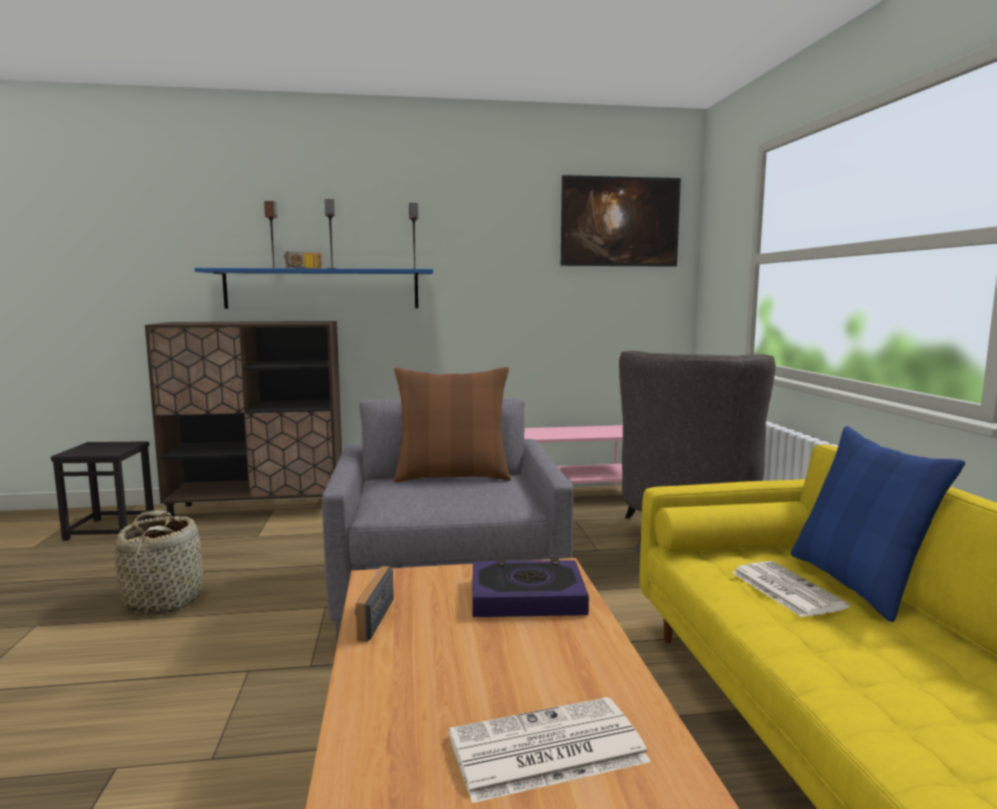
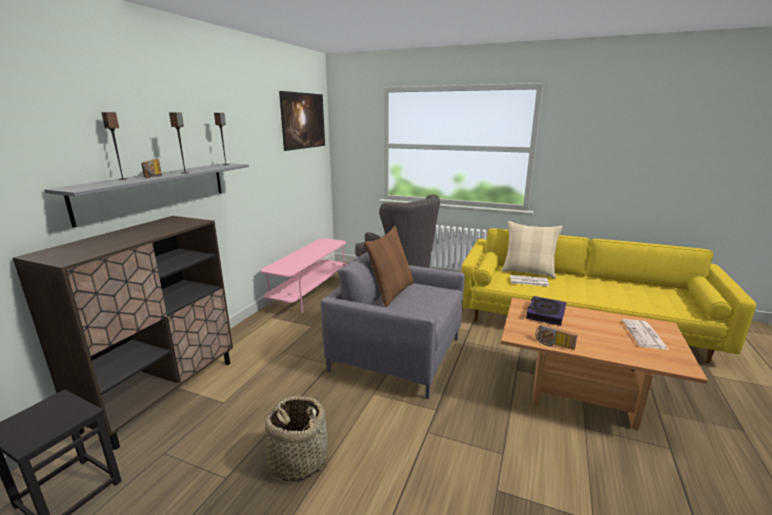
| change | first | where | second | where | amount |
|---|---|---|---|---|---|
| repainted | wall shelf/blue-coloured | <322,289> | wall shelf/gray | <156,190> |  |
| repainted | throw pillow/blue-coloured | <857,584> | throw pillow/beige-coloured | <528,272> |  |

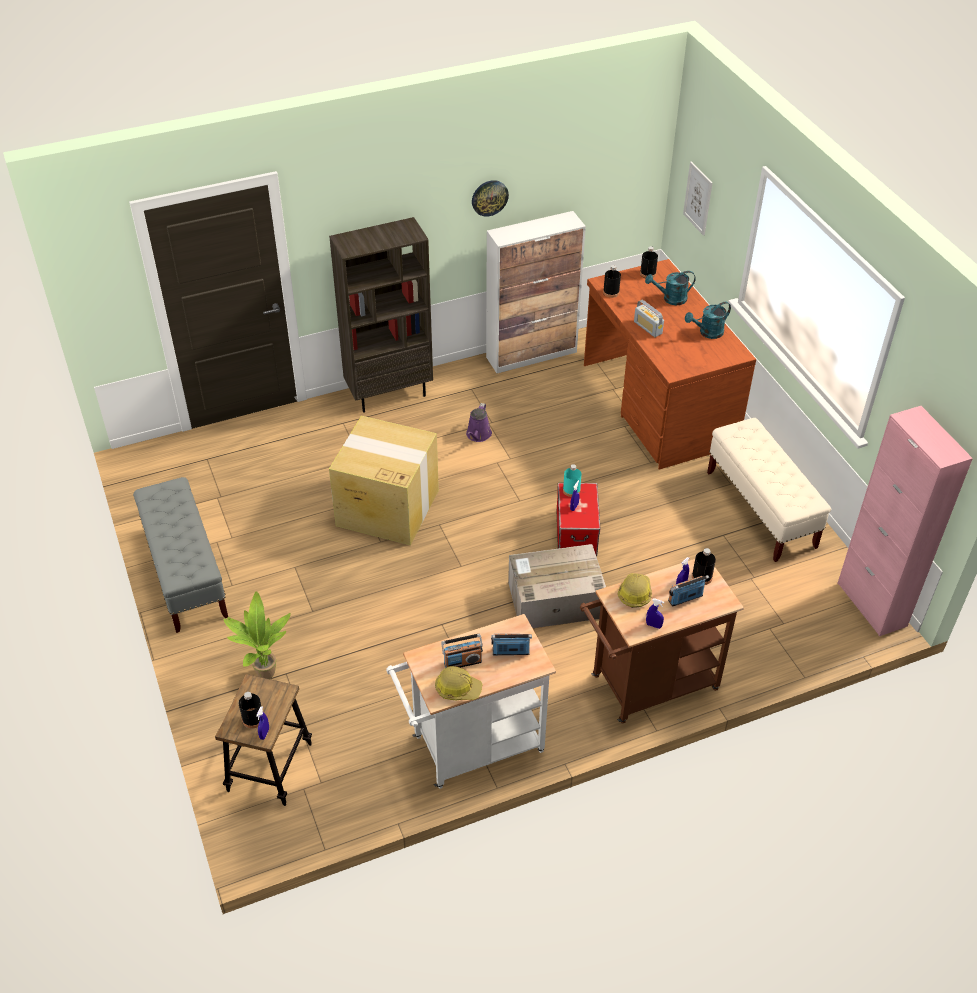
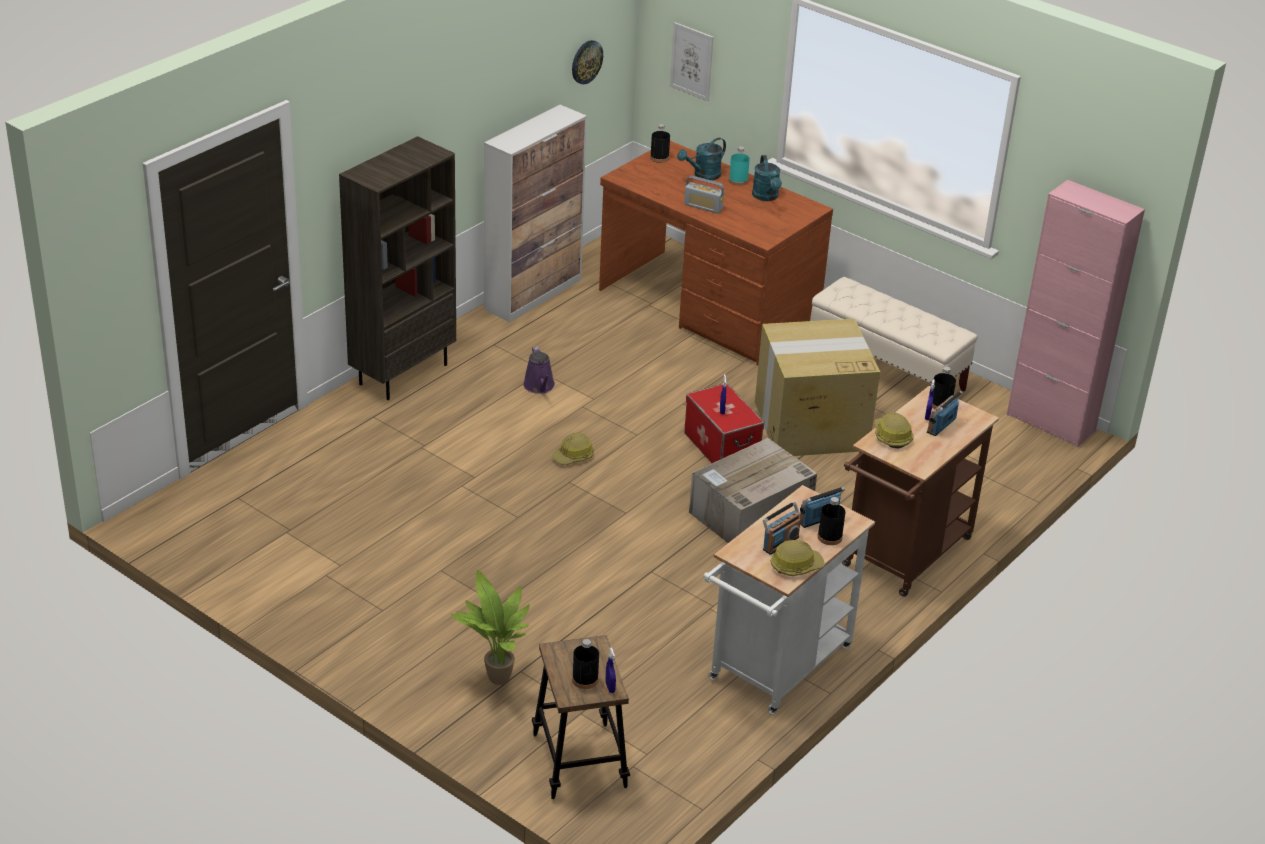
| change | first | where | second | where | amount |
|---|---|---|---|---|---|
| new |  |  | work helmet | <573,456> |  |
| shifted | hanging clock | <489,197> |  | <586,61> |  |
| shifted | drink bottle/turquoise | <571,490> |  | <738,181> |  |
| rotated | sprinkling can/turquoise | <707,333> |  | <766,197> | 45 degrees counterclockwise |
| shifted | packing box | <386,507> |  | <809,426> |  |
| shifted | drink bottle/blackish | <611,292> |  | <829,537> |  |
| gone | indoor bench/gray | <186,574> |  |  |  |
| gone | spray bottle/blue-coloured | <653,625> |  |  |  |

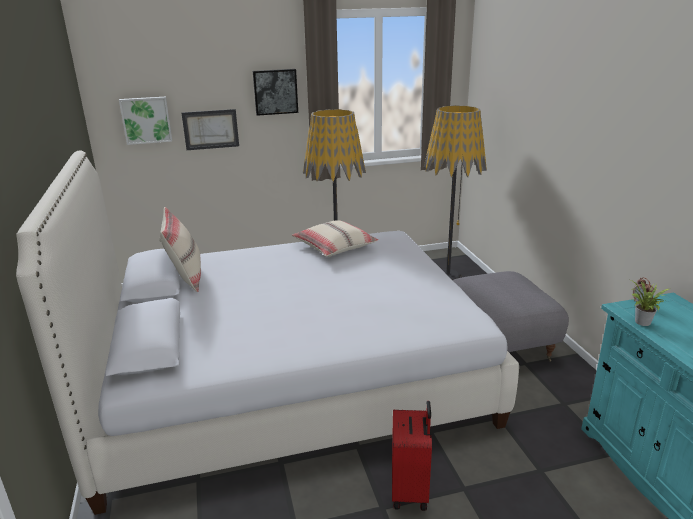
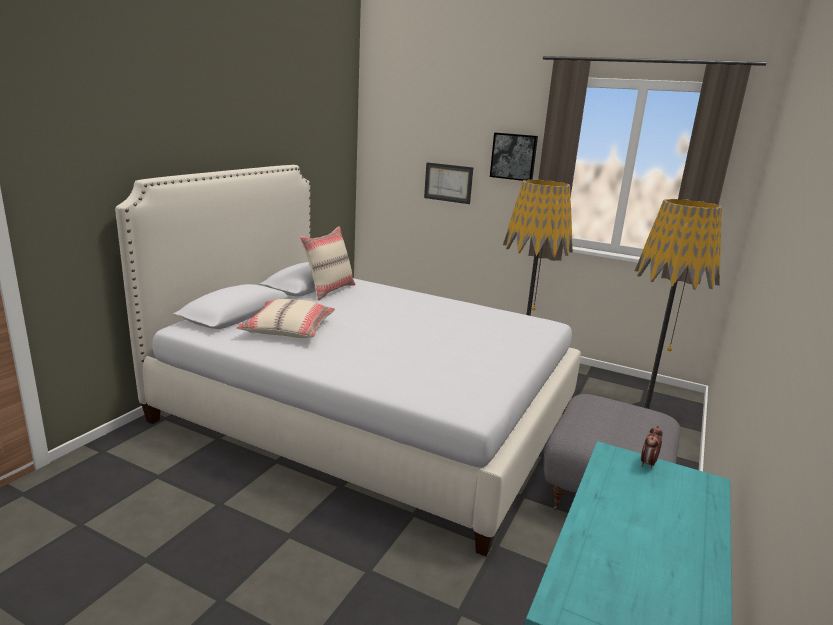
| change | first | where | second | where | amount |
|---|---|---|---|---|---|
| shifted | throw pillow/beige-coloured | <334,247> |  | <288,329> |  |
| gone | wall art | <146,120> |  |  |  |
| gone | suitcase/red | <411,491> |  |  |  |
| gone | houseplant | <642,323> |  |  |  |

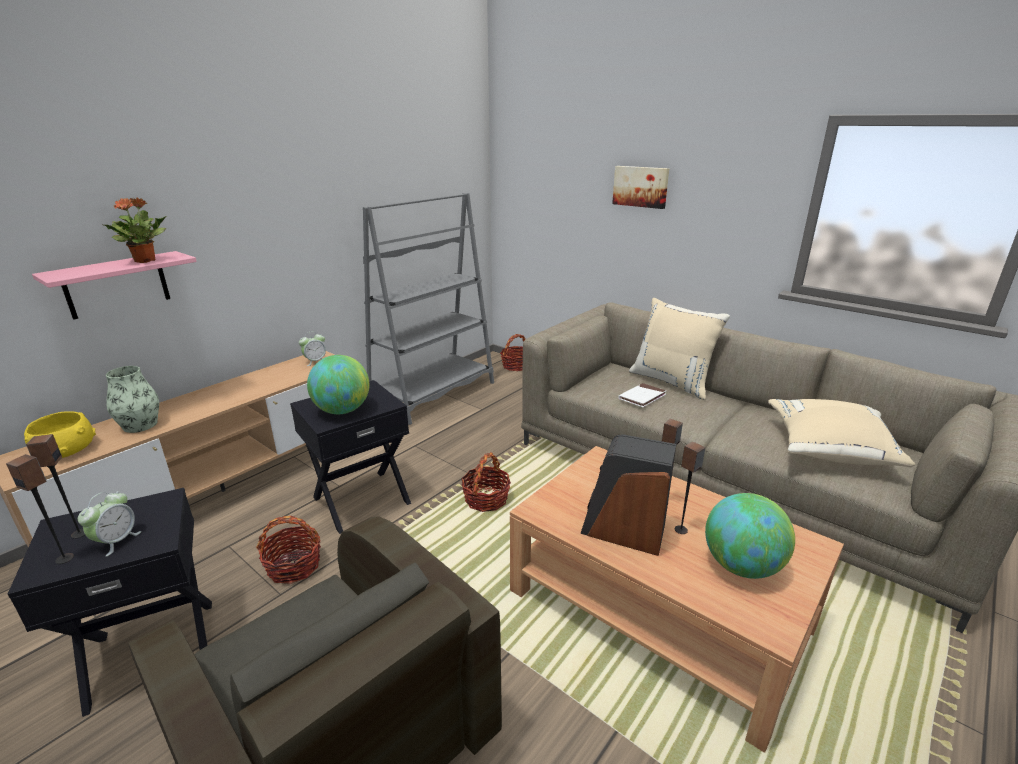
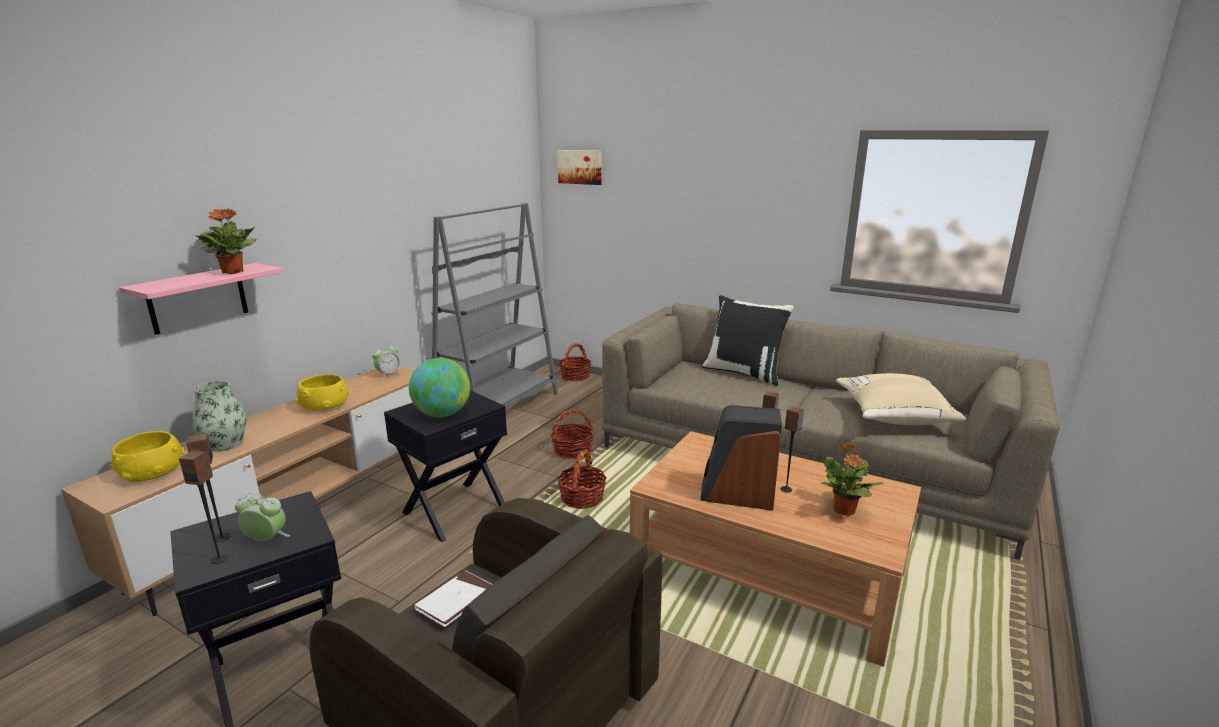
| change | first | where | second | where | amount |
|---|---|---|---|---|---|
| rotated | alarm clock | <116,541> |  | <266,540> | 90 degrees counterclockwise |
| new |  |  | serving bowl/yellow | <324,406> |  |
| shifted | book/whitish | <642,397> |  | <455,601> |  |
| shifted | storage basket | <294,566> |  | <573,450> |  |
| shifted | wall art | <641,186> |  | <580,167> |  |
| repainted | throw pillow/beige-coloured | <672,382> | throw pillow/blackish | <744,373> |  |
| swapped | world globe | <741,566> | houseplant | <844,511> |  |

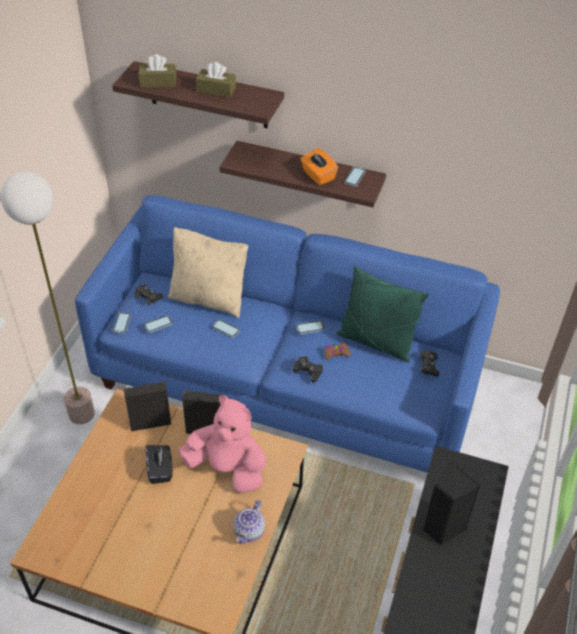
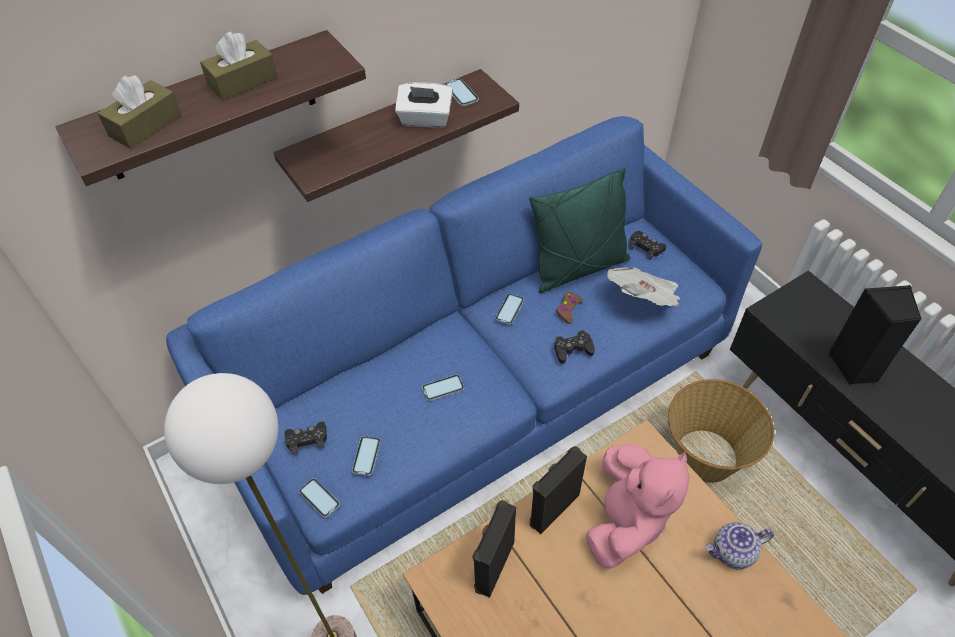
| change | first | where | second | where | amount |
|---|---|---|---|---|---|
| repainted | box of tissues/orangey | <318,175> | box of tissues/whitish | <425,119> |  |
| rotated | soft toy/pink-coloured | <227,468> |  | <626,521> | 135 degrees clockwise |
| new |  |  | newspaper | <644,299> |  |
| new |  |  | storage basket | <705,457> |  |
| rotated | tea pot | <249,531> |  | <733,552> | 105 degrees clockwise |
| gone | box of tissues/blackish | <160,470> |  |  |  |
| gone | throw pillow/beige-coloured | <209,298> |  |  |  |

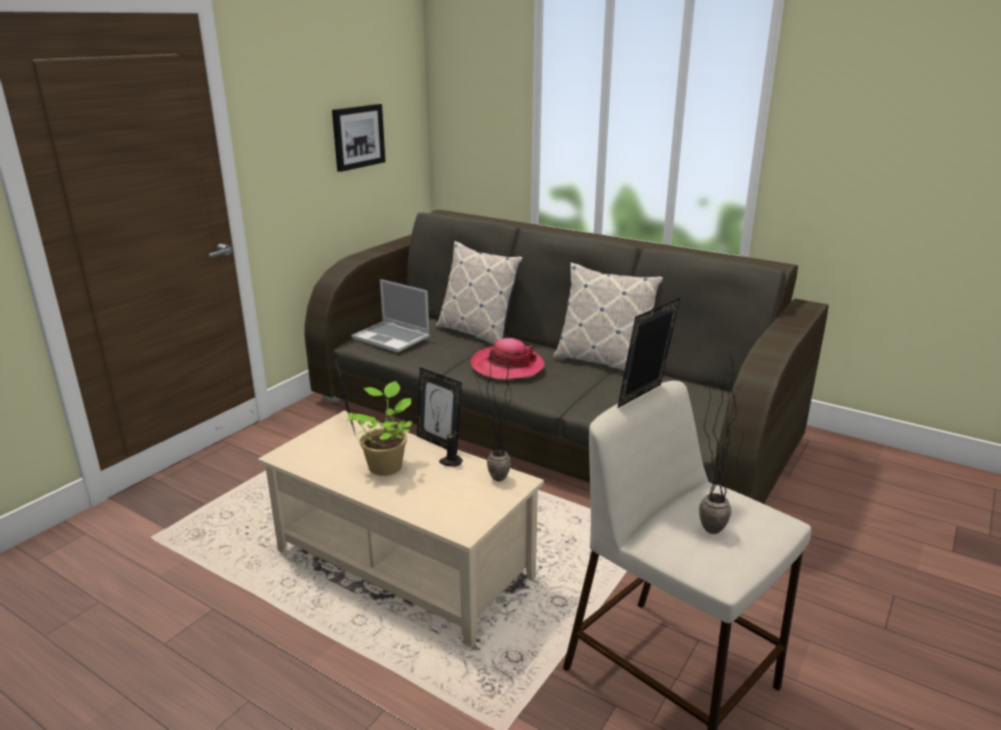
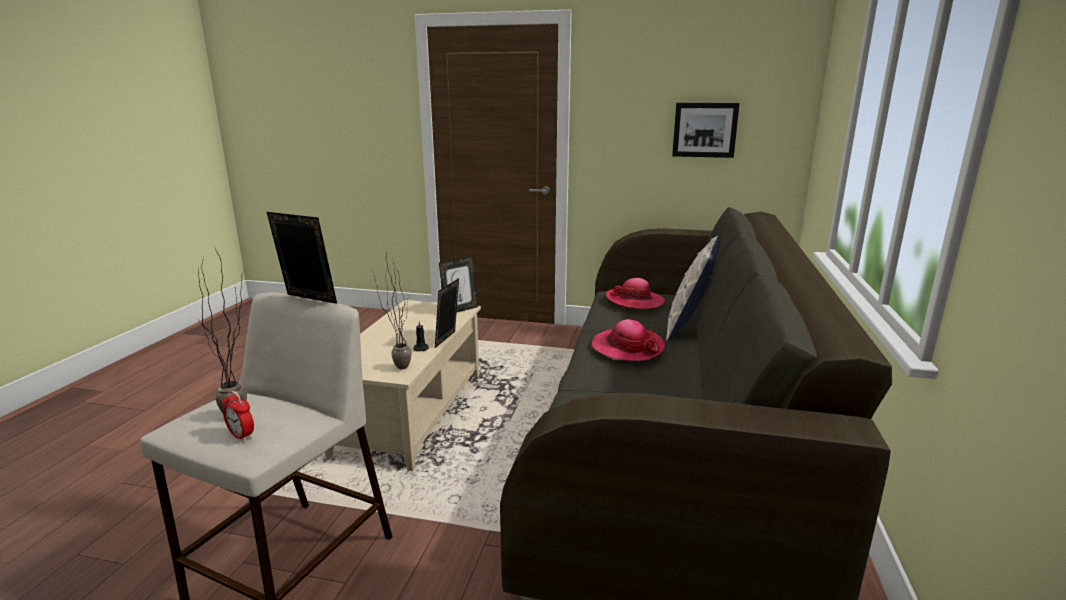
| change | first | where | second | where | amount |
|---|---|---|---|---|---|
| new |  |  | alarm clock | <241,436> |  |
| swapped | laptop | <392,338> | wearable hat | <634,301> |  |
| gone | houseplant | <386,465> |  |  |  |
| gone | throw pillow | <603,362> |  |  |  |

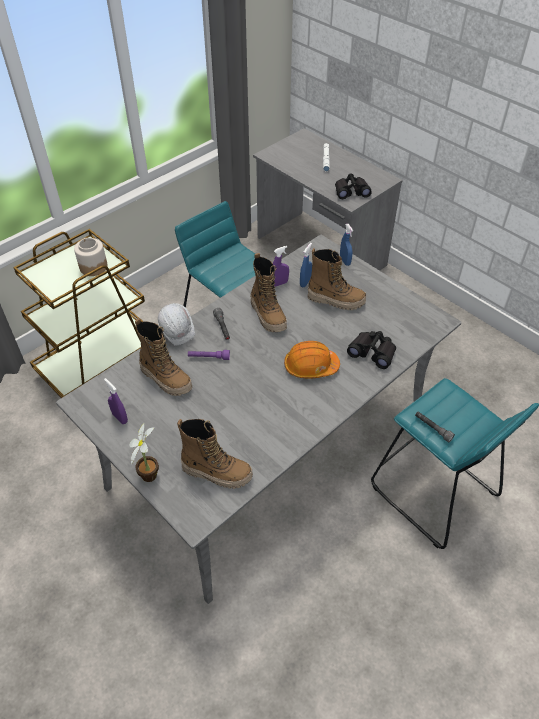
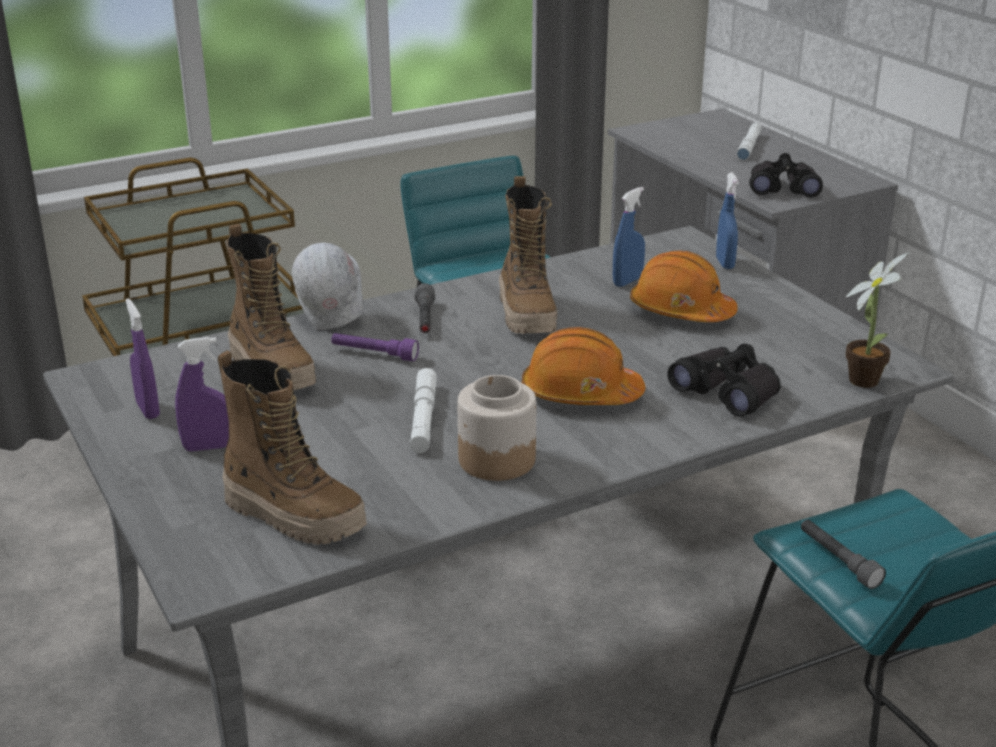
| change | first | where | second | where | amount |
|---|---|---|---|---|---|
| shifted | spray bottle/purplish | <279,283> |  | <208,447> |  |
| new |  |  | flashlight/whitish | <423,418> |  |
| shifted | jar | <93,267> |  | <496,459> |  |
| swapped | high-top boot | <336,300> | work helmet/orangey | <681,311> |  |
| shifted | houseplant | <150,473> |  | <865,378> |  |

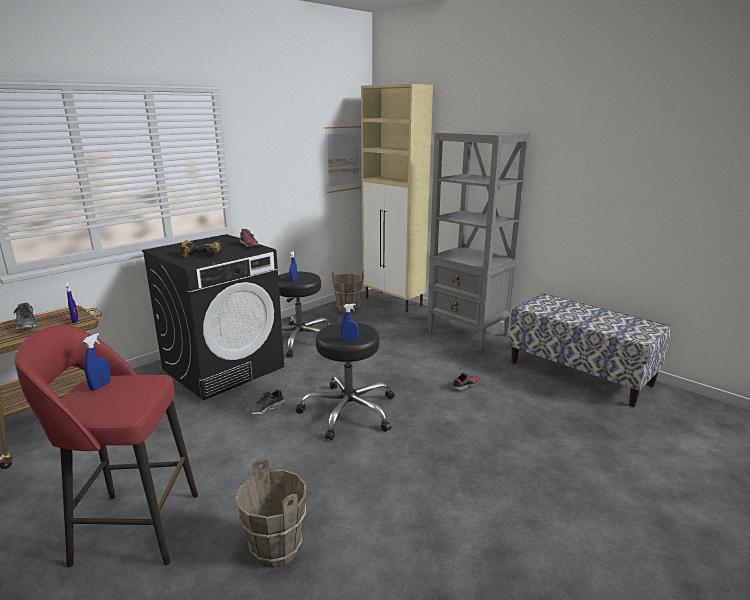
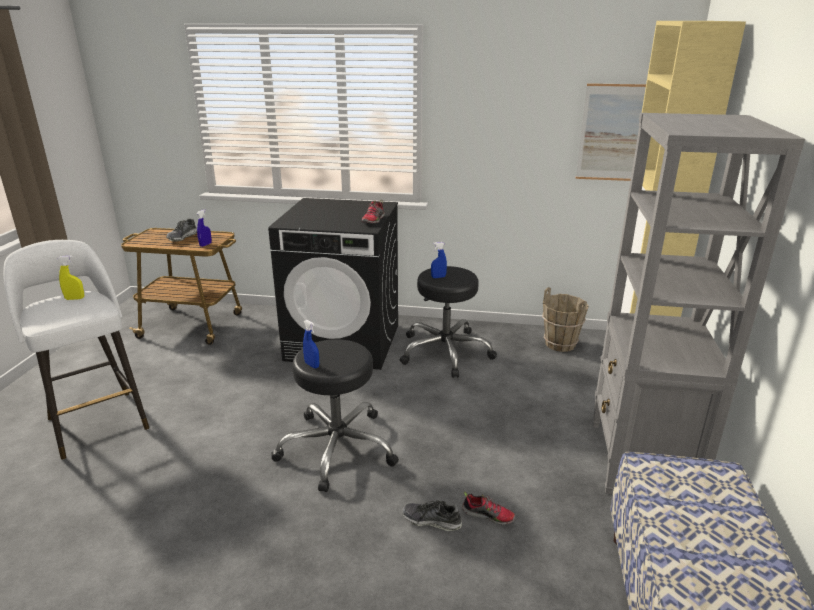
| change | first | where | second | where | amount |
|---|---|---|---|---|---|
| repainted | stool/red | <133,528> | stool/whitish | <97,422> |  |
| repainted | spray bottle/blue-coloured | <100,386> | spray bottle/yellow | <75,299> |  |
| shifted | shoe | <266,408> |  | <431,521> |  |
| gone | electric drill | <203,253> |  |  |  |
| gone | bucket/brown-coloured | <275,549> |  |  |  |

